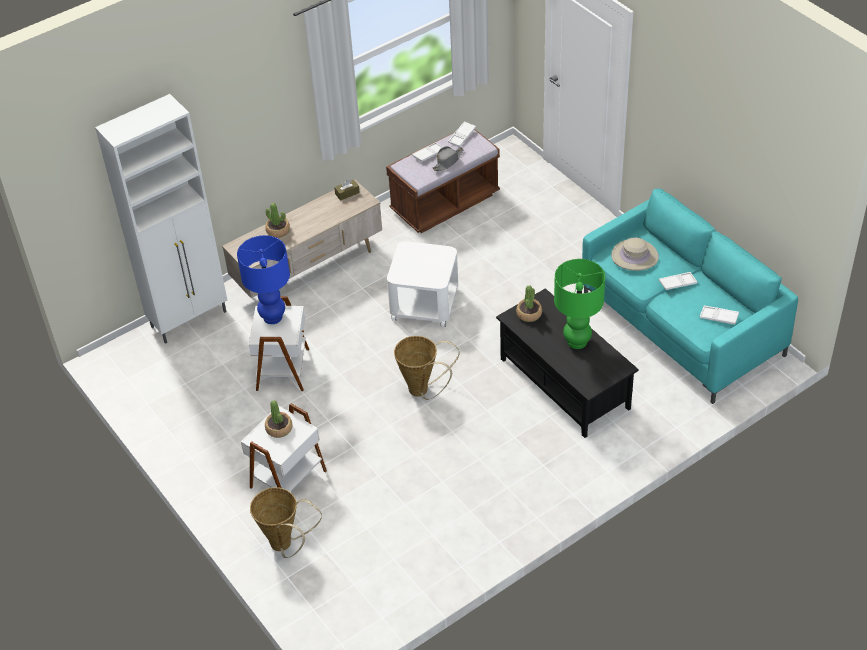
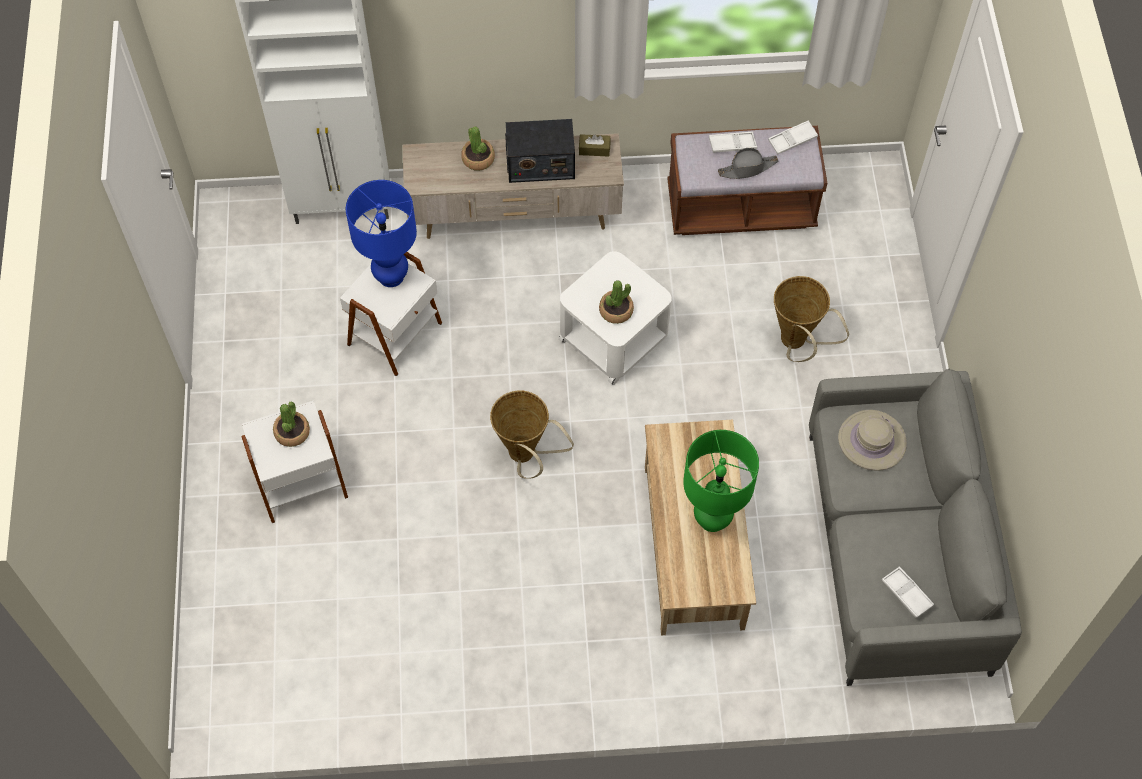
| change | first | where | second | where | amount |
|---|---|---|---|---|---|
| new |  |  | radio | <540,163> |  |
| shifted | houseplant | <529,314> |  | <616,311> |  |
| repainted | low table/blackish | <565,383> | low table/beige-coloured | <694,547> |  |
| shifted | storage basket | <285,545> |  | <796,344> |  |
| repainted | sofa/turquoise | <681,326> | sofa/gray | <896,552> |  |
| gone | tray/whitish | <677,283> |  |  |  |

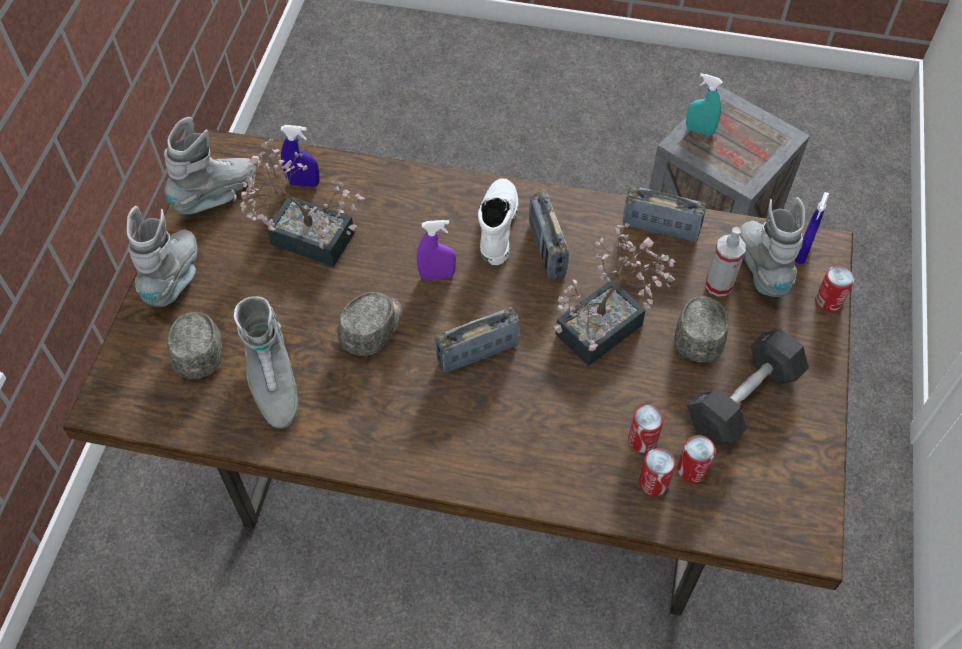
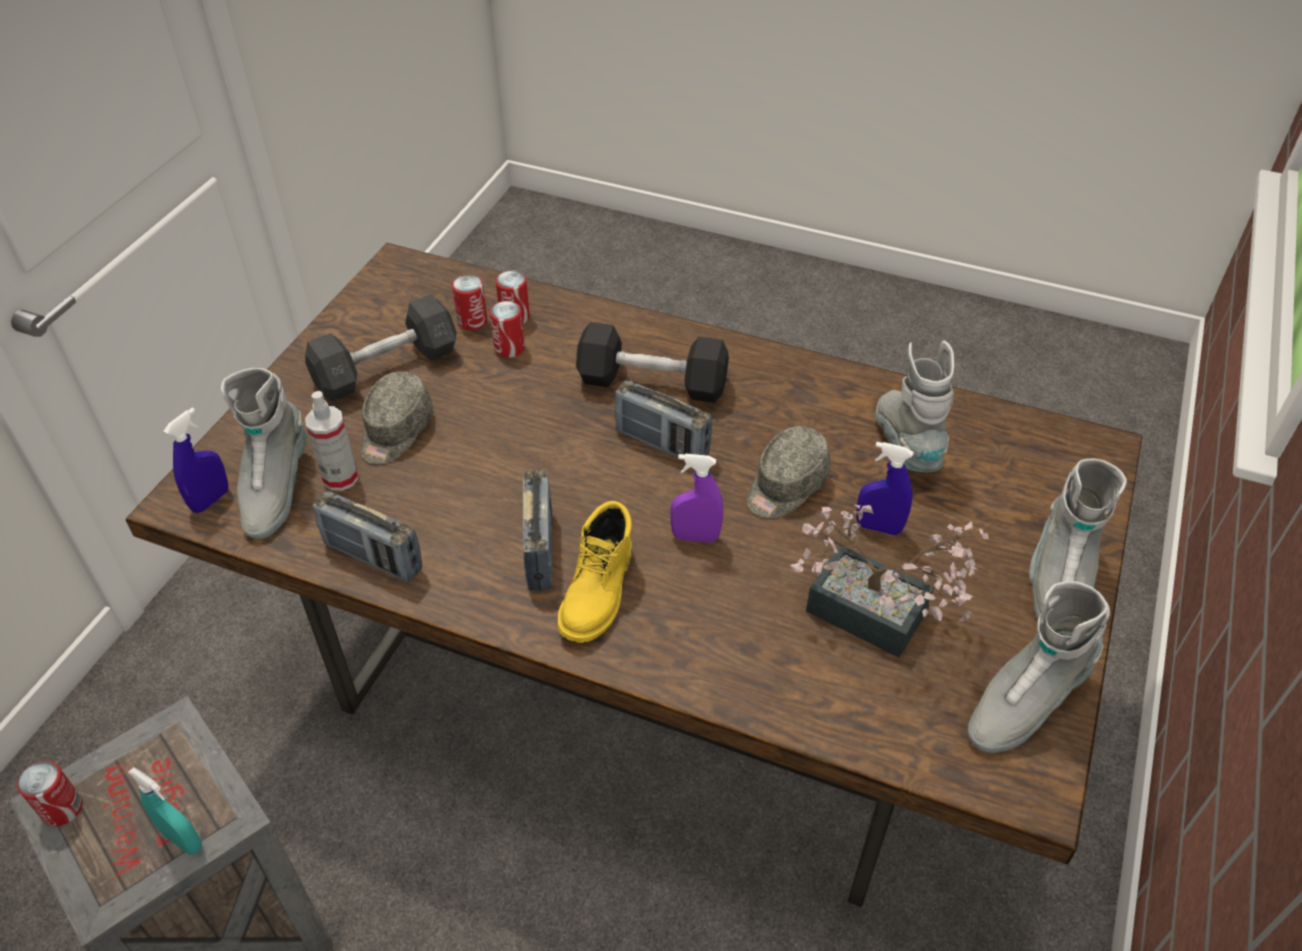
| change | first | where | second | where | amount |
|---|---|---|---|---|---|
| shifted | sealed can | <828,301> |  | <62,808> |  |
| repainted | high-top boot/whitish | <496,225> | high-top boot/yellow | <599,593> |  |
| new |  |  | free weight/blackish | <652,382> |  |
| rotated | radio | <477,353> |  | <662,444> | 45 degrees clockwise |
| shifted | spray bottle/blue-coloured | <303,183> |  | <878,527> |  |
| gone | baseball cap/gray | <198,348> |  |  |  |
| gone | houseplant | <607,325> |  |  |  |

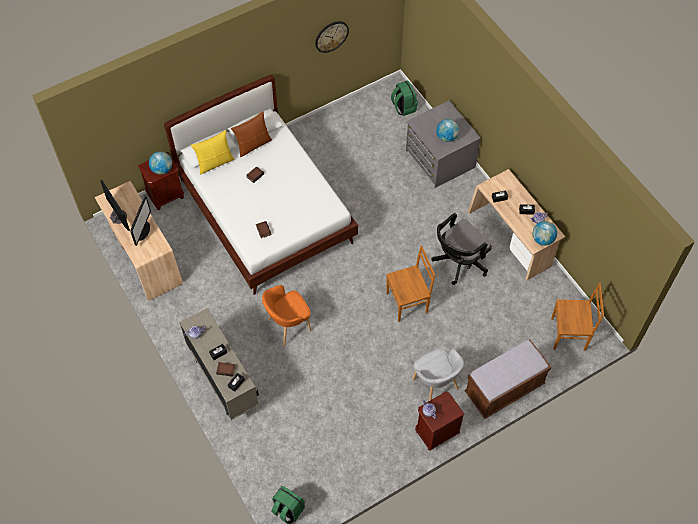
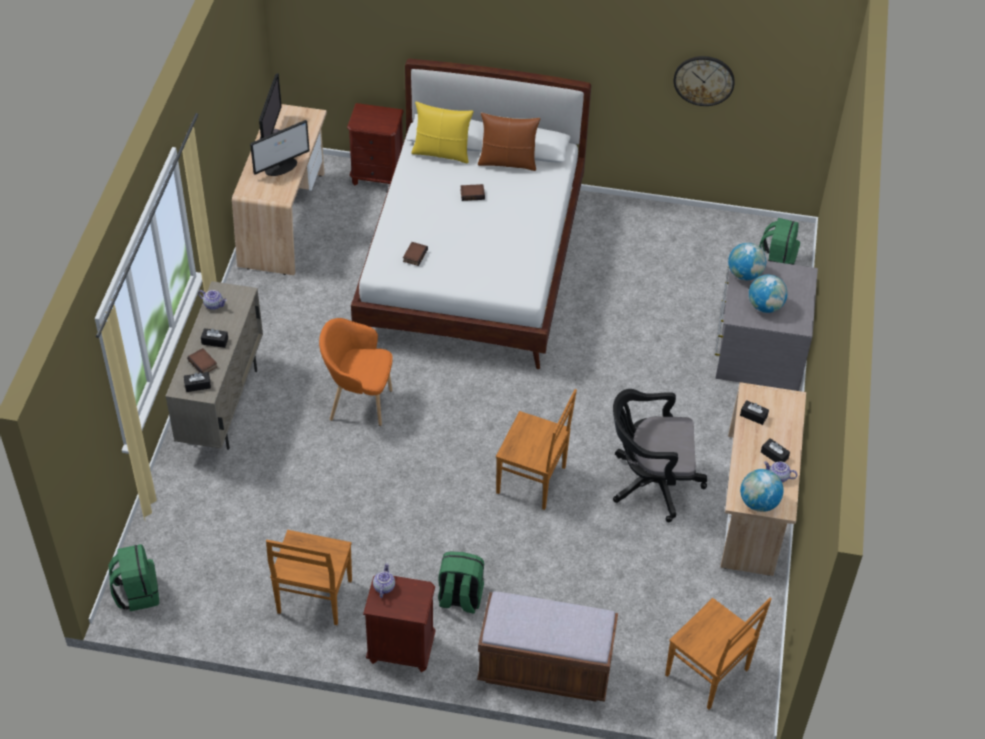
| change | first | where | second | where | amount |
|---|---|---|---|---|---|
| new |  |  | upright chair/brown-coloured | <314,598> |  |
| swapped | armchair/gray | <435,386> | knapsack/green | <460,598> |  |
| shifted | world globe | <162,169> |  | <744,274> |  |

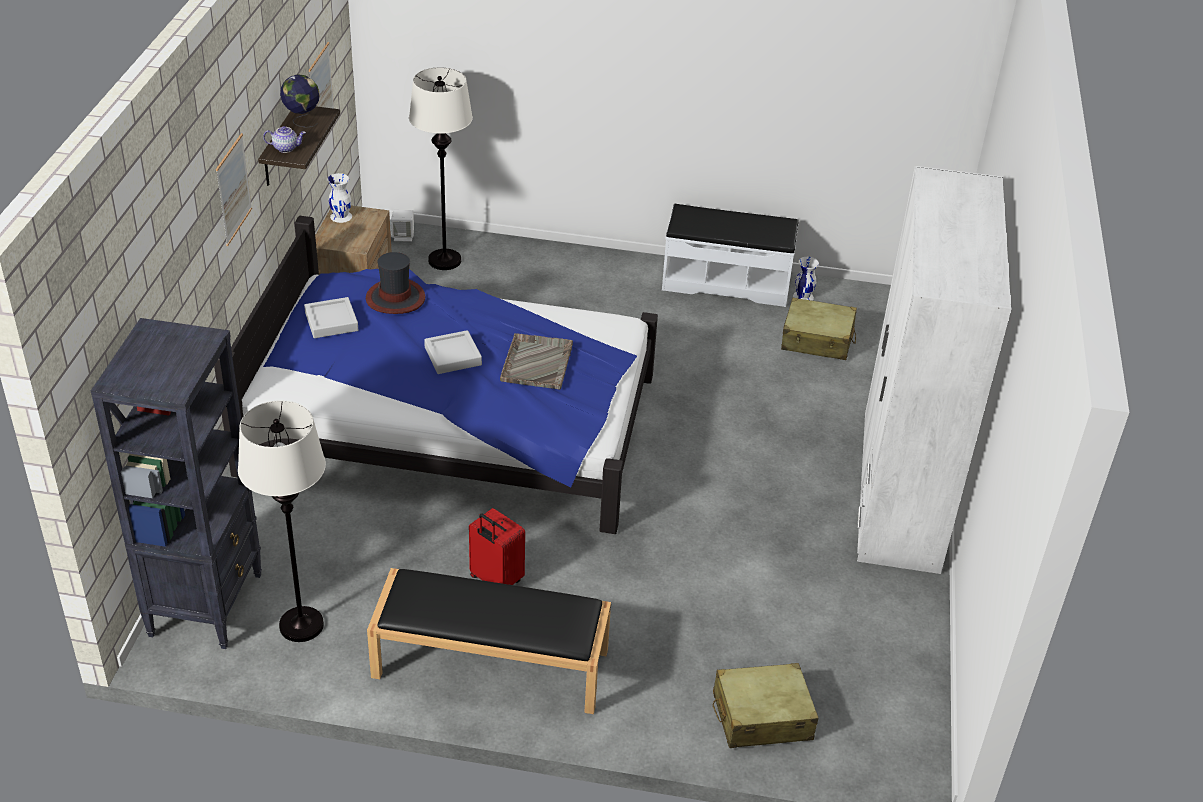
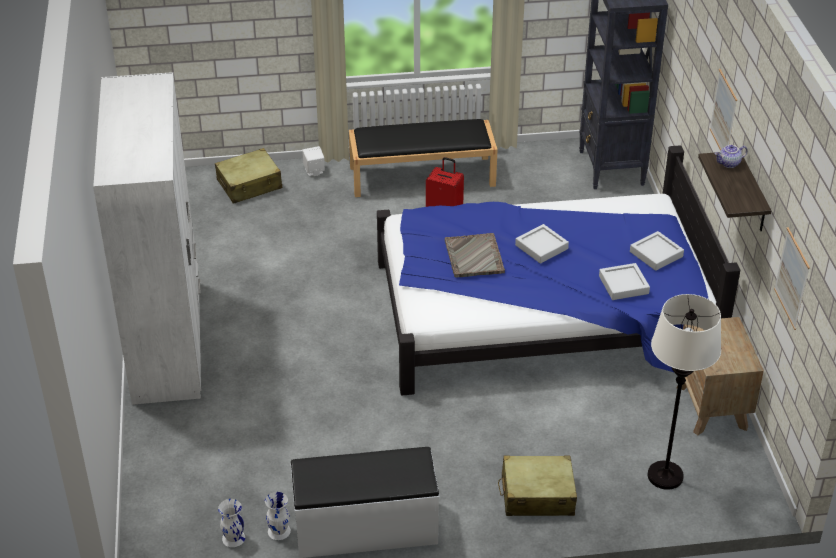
| change | first | where | second | where | amount |
|---|---|---|---|---|---|
| shifted | vase/whitish | <341,216> |  | <233,538> |  |
| shifted | audio speaker/whitish | <403,236> |  | <314,171> |  |
| shifted | suitcase/beige-coloured | <817,340> |  | <537,495> |  |
| swapped | wearable hat | <396,298> | tray/gray | <623,285> |  |
| gone | standard lamp/whitish | <301,625> |  |  |  |
| gone | world globe | <302,120> |  |  |  |

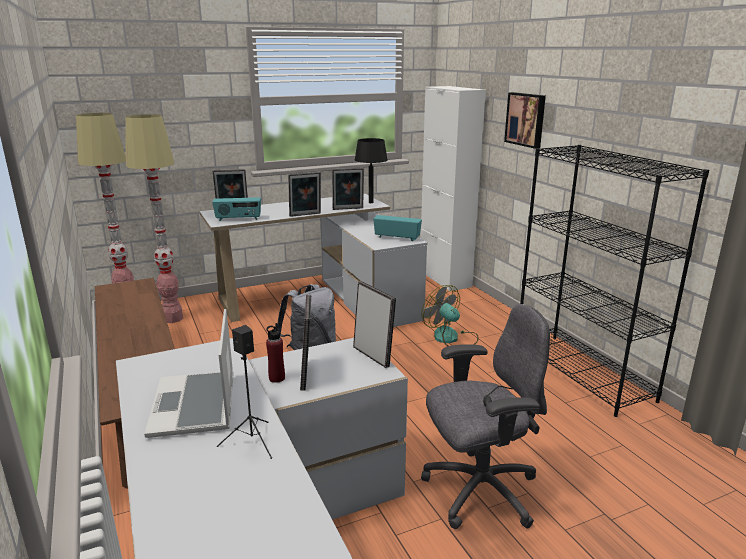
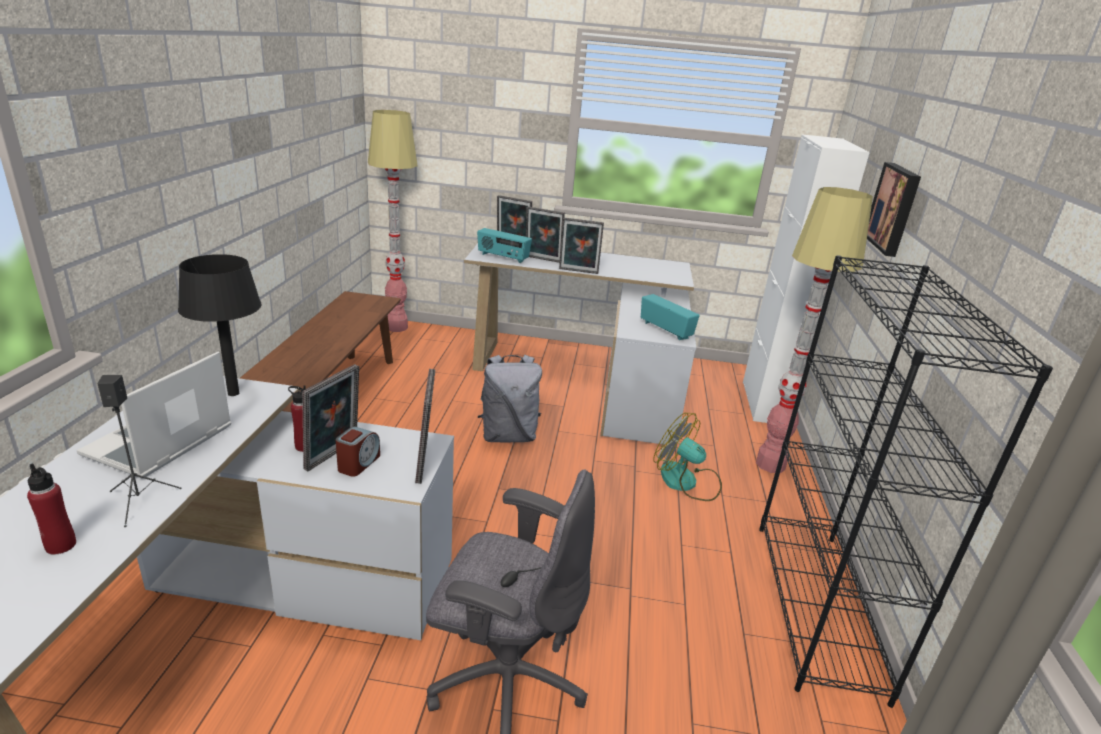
| change | first | where | second | where | amount |
|---|---|---|---|---|---|
| new |  |  | drink bottle/red | <61,545> |  |
| shifted | table lamp/blackish | <371,202> |  | <234,393> |  |
| new |  |  | alarm clock | <358,463> |  |
| shifted | picture frame | <348,209> |  | <542,259> |  |
| rotated | fan | <451,338> |  | <686,482> | 45 degrees counterclockwise |
| shifted | standard lamp | <172,318> |  | <770,464> |  |

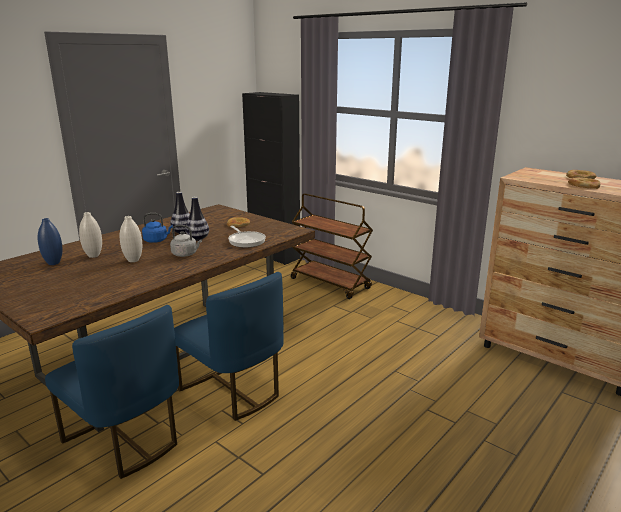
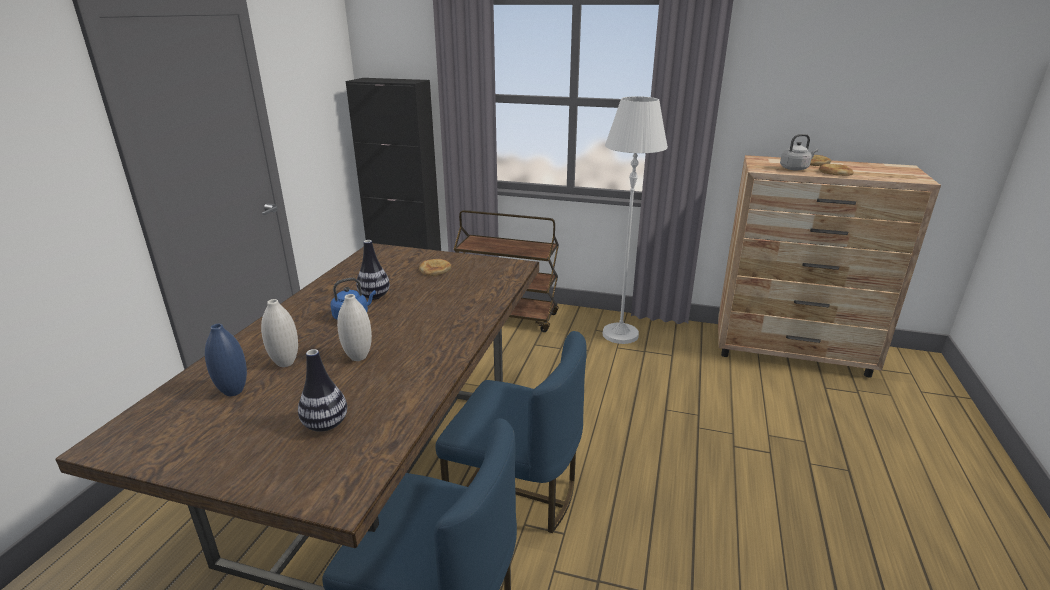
| change | first | where | second | where | amount |
|---|---|---|---|---|---|
| shifted | vase | <198,239> |  | <325,425> |  |
| new |  |  | standard lamp/whitish | <620,334> |  |
| shifted | tea kettle/gray | <186,254> |  | <795,168> |  |
| gone | pan | <246,241> |  |  |  |

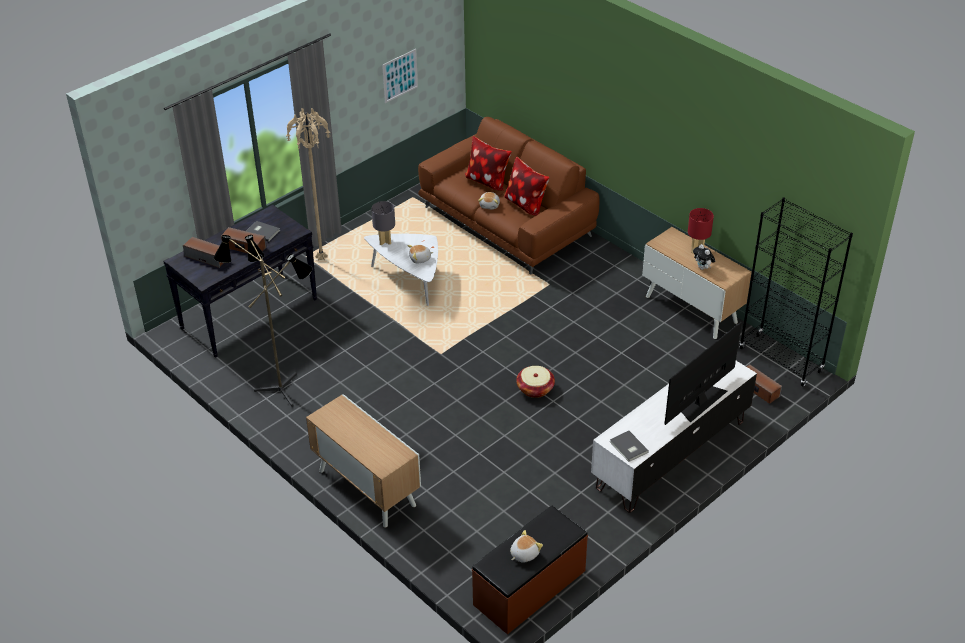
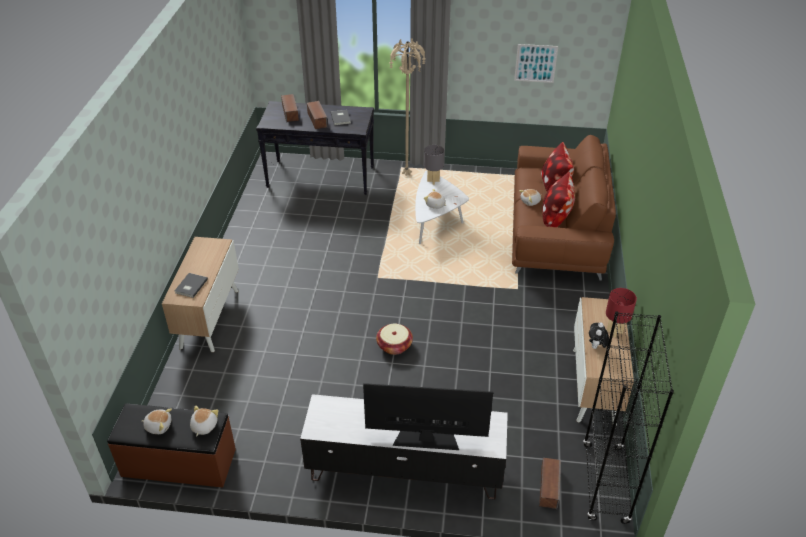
| change | first | where | second | where | amount |
|---|---|---|---|---|---|
| shifted | book/gray | <628,448> |  | <190,286> |  |
| new |  |  | soft toy | <203,426> |  |
| gone | standard lamp | <280,386> |  |  |  |

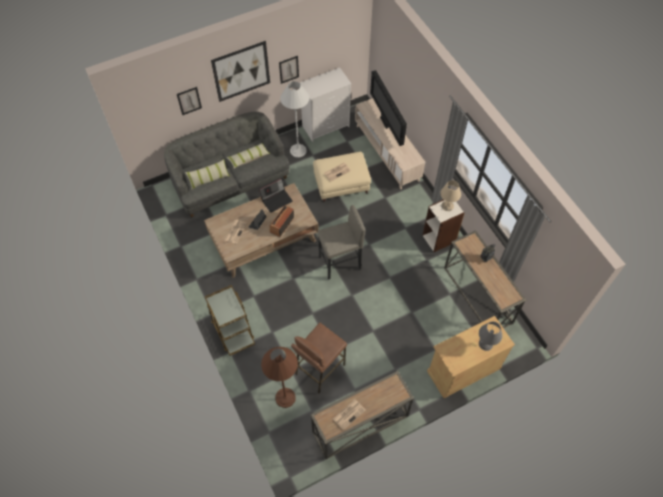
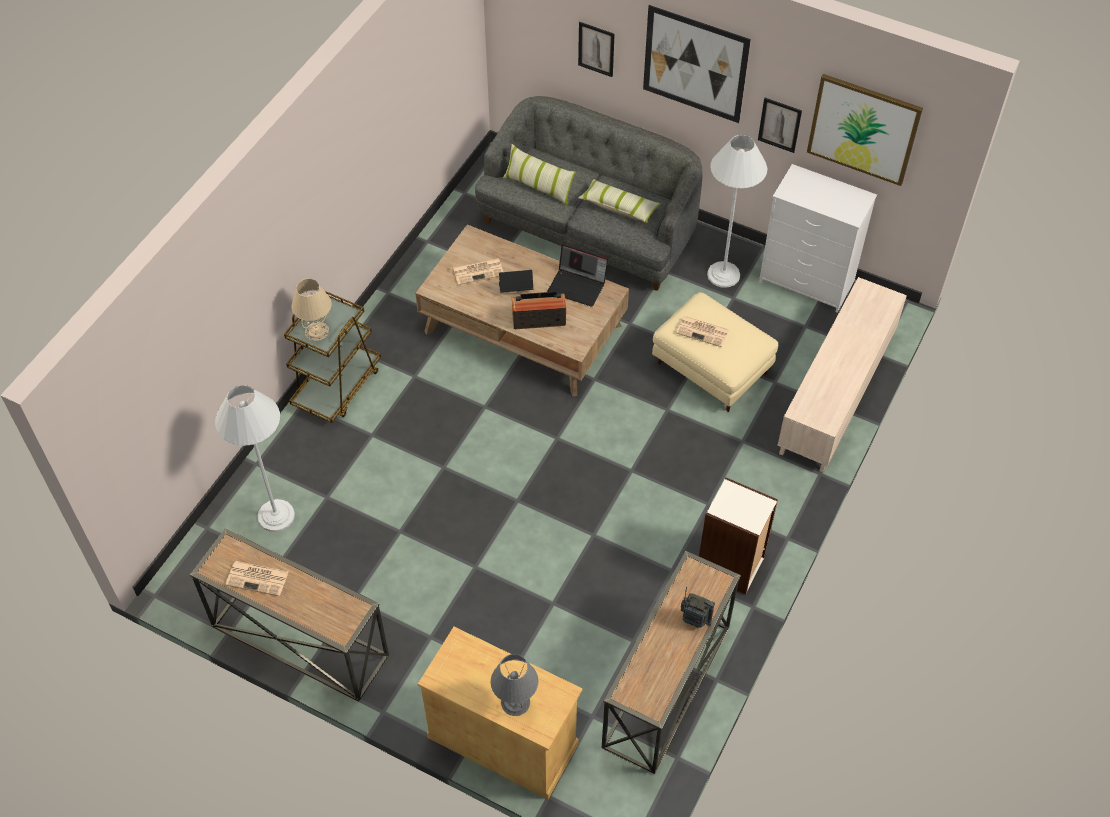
| change | first | where | second | where | amount |
|---|---|---|---|---|---|
| repainted | standard lamp/brown-coloured | <285,397> | standard lamp/whitish | <276,516> |  |
| shifted | table lamp/beige-coloured | <447,205> |  | <317,331> |  |
| new |  |  | wall art | <863,129> |  |
| gone | stool/brown-coloured | <319,369> |  |  |  |
| gone | stool/gray | <340,263> |  |  |  |
| gone | television | <385,123> |  |  |  |

